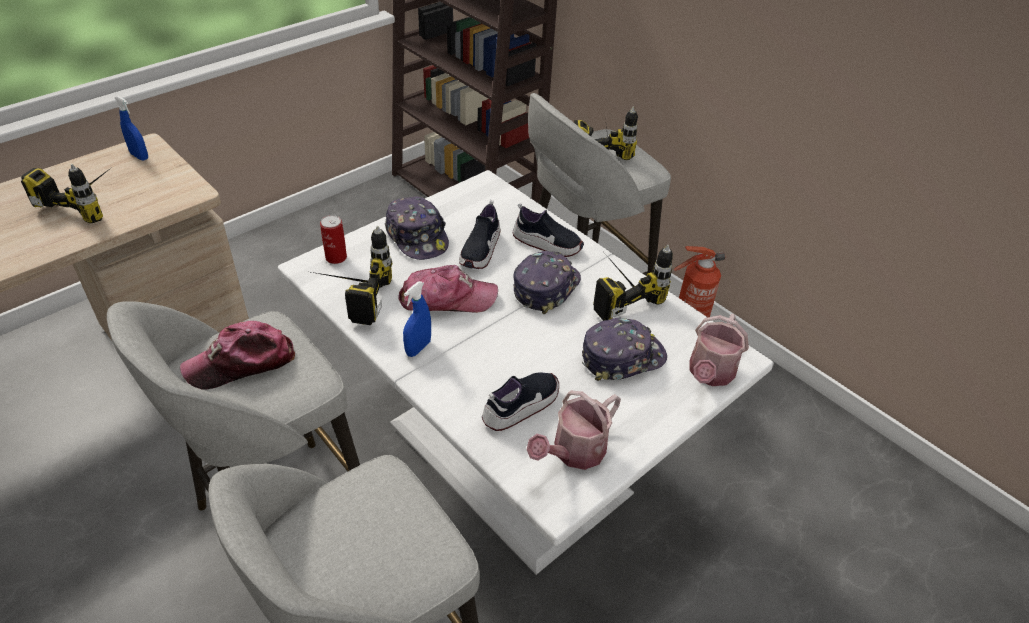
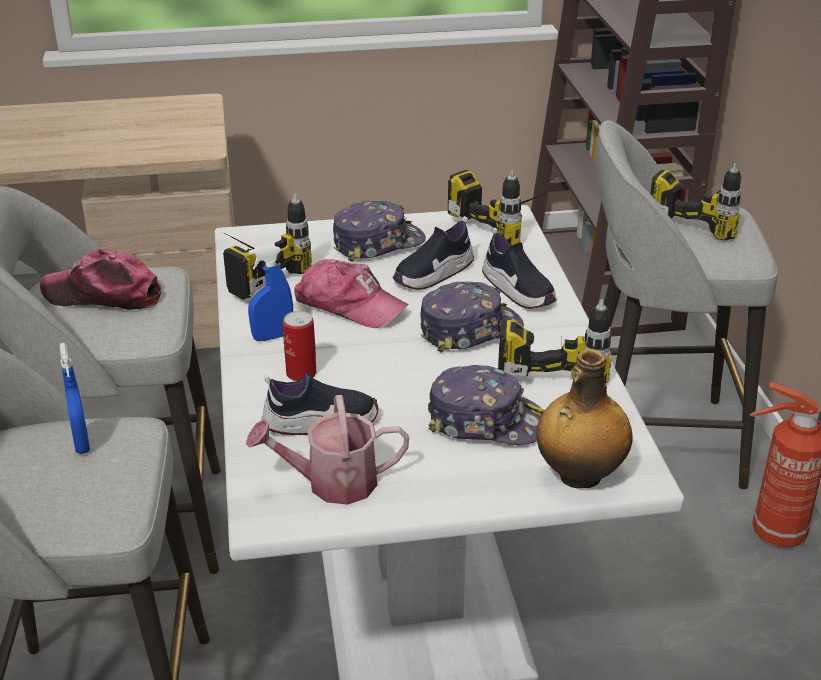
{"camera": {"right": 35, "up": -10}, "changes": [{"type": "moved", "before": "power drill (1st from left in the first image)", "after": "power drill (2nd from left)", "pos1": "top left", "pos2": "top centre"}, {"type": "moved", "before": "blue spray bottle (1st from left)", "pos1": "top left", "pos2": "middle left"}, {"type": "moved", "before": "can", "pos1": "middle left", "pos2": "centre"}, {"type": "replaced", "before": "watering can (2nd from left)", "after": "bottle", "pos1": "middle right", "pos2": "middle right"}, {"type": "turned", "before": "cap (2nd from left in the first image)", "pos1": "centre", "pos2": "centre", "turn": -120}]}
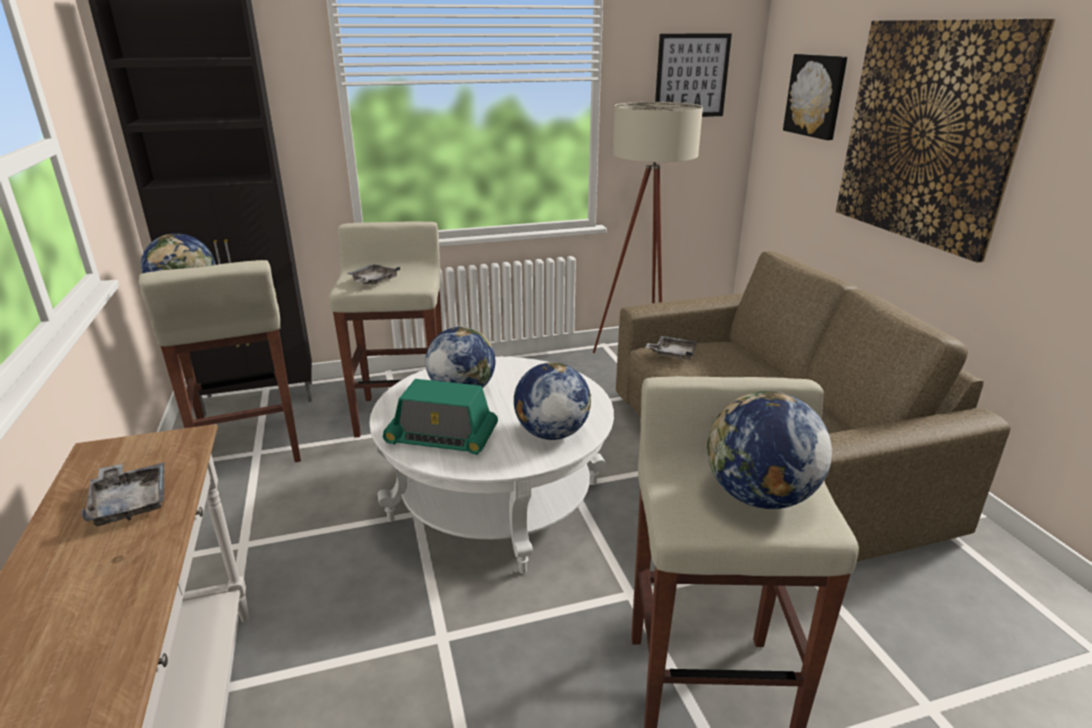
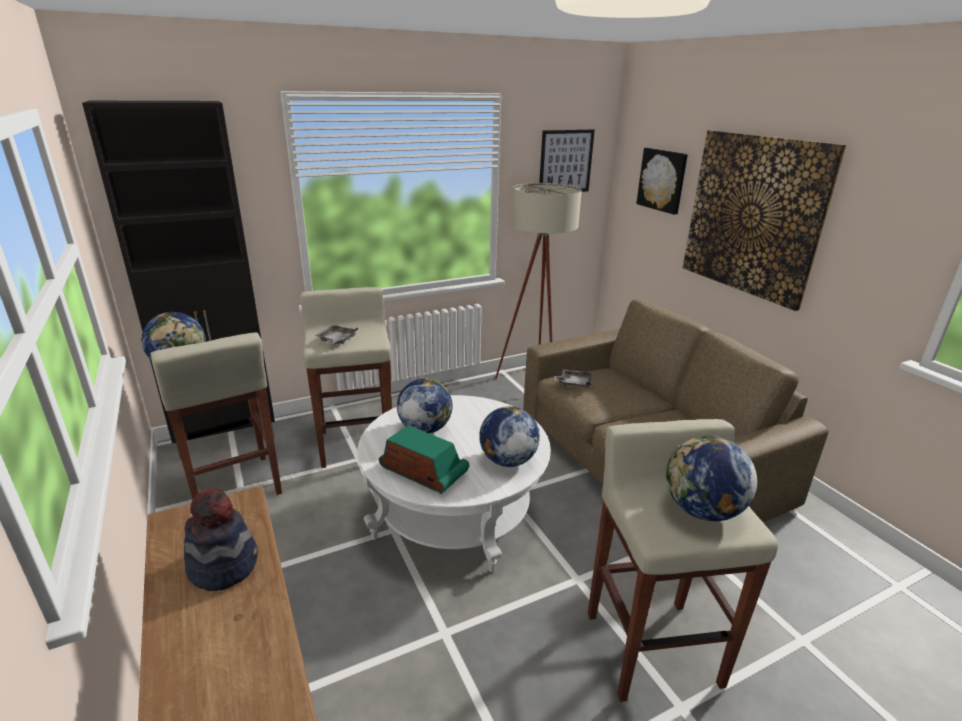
{"camera": {"right": -10, "up": 0}, "changes": [{"type": "replaced", "before": "grey tray (1st from left)", "after": "hat", "pos1": "bottom left", "pos2": "bottom left"}, {"type": "turned", "before": "radio", "pos1": "centre", "pos2": "centre", "turn": -150}]}
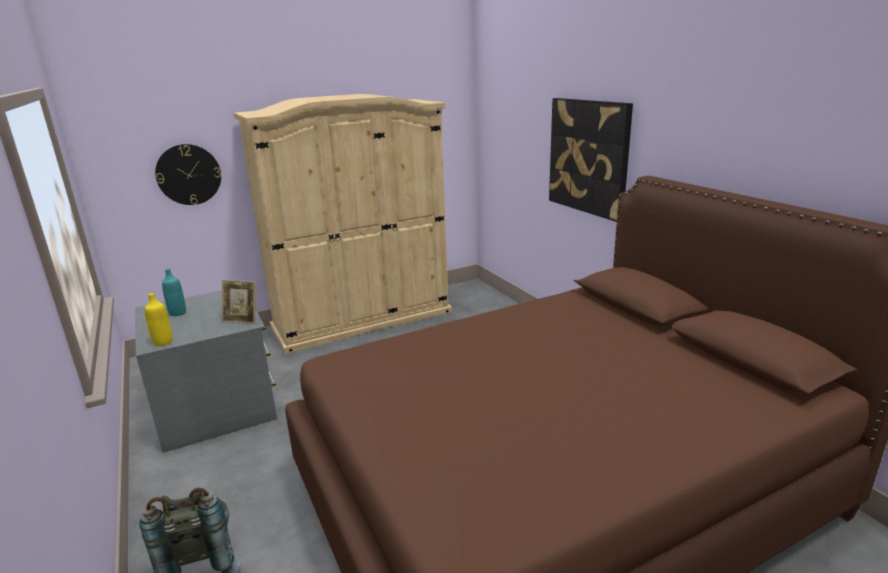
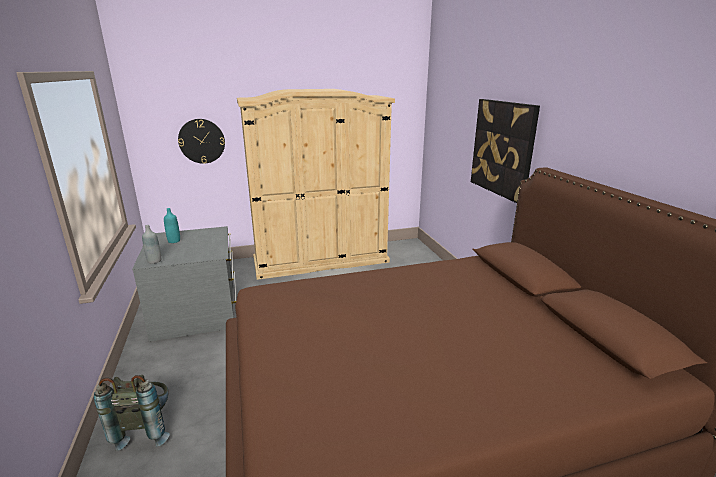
{"camera": {"right": 10, "up": 0}, "changes": [{"type": "removed", "before": "picture frame", "pos1": "middle left"}, {"type": "recoloured", "before": "yellow bottle", "after": "grey bottle", "pos1": "middle left", "pos2": "middle left"}]}
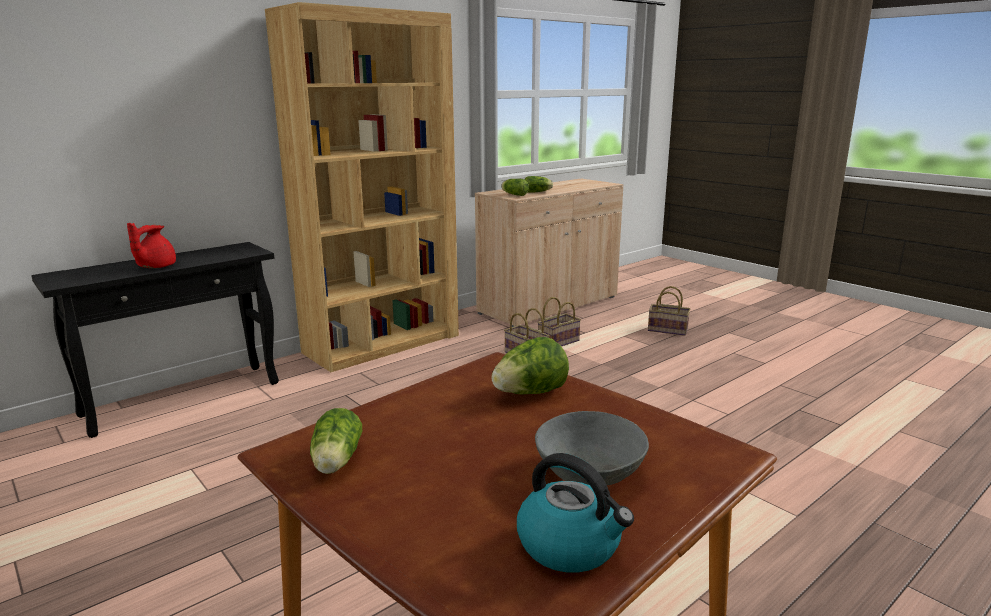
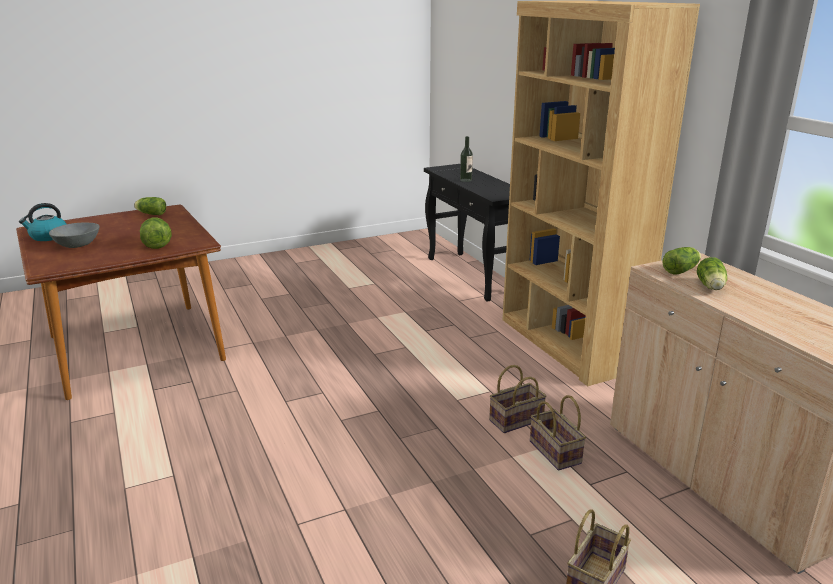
{"camera": {"right": 105, "up": 5}, "changes": [{"type": "replaced", "before": "red teapot", "after": "bottle", "pos1": "middle left", "pos2": "top centre"}]}
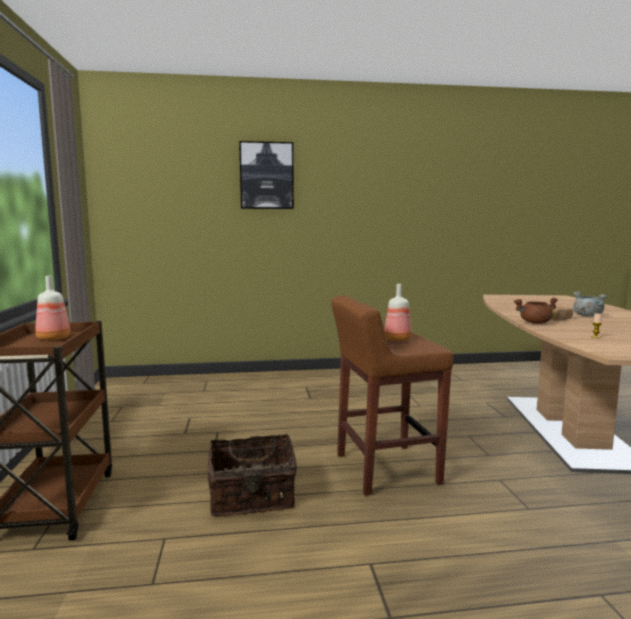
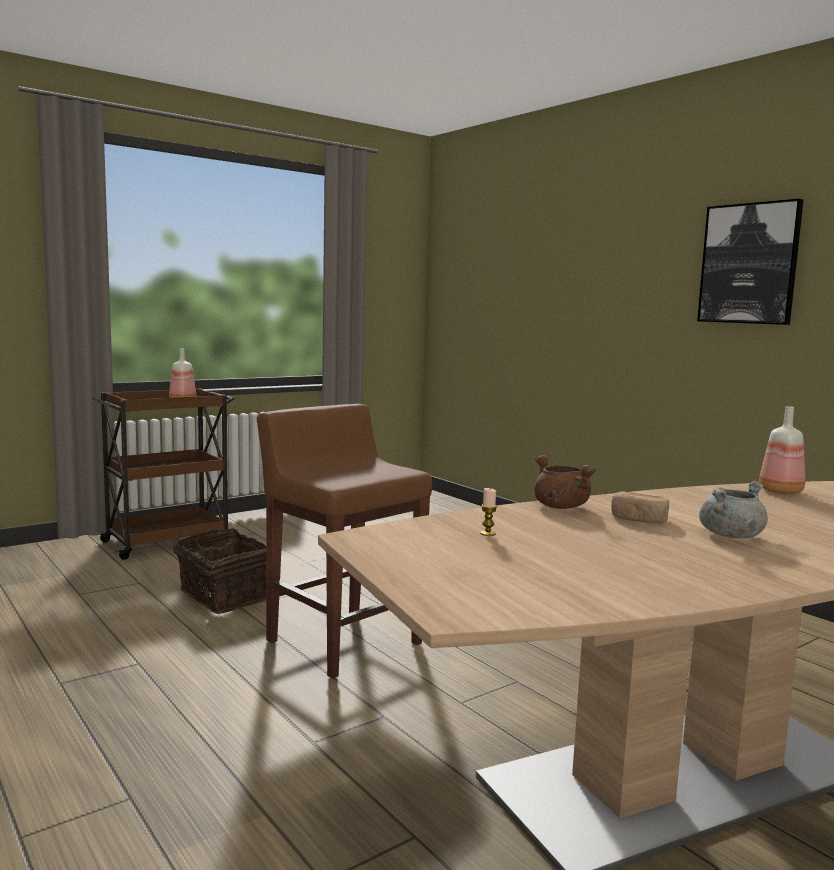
{"camera": {"right": 60, "up": 0}, "changes": [{"type": "moved", "before": "picture", "pos1": "top centre", "pos2": "top right"}, {"type": "moved", "before": "bottle (2nd from left)", "pos1": "centre", "pos2": "middle right"}]}
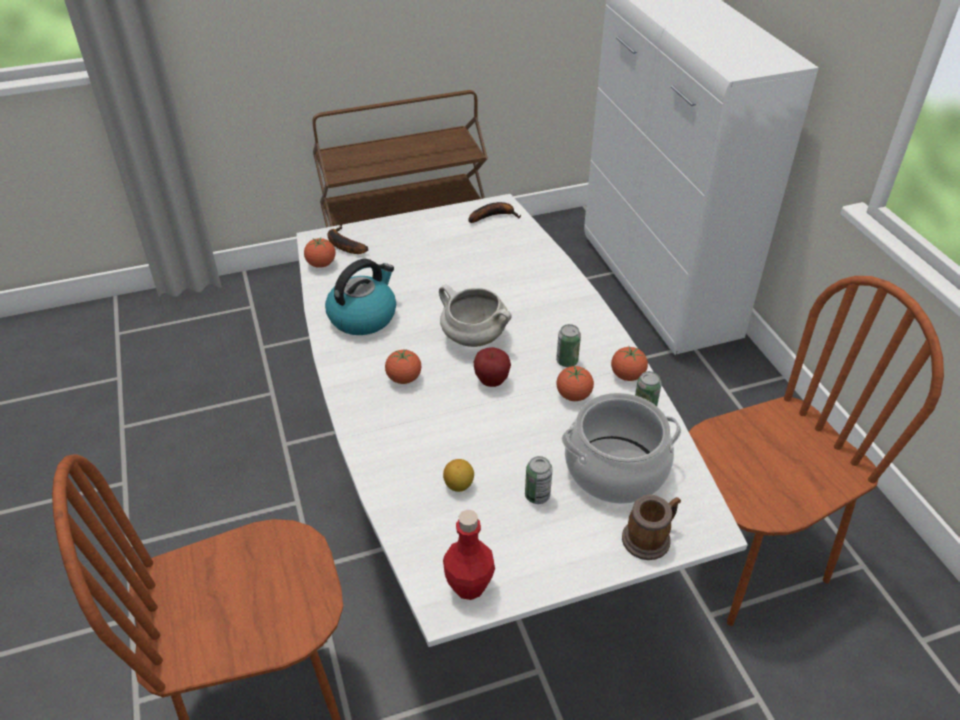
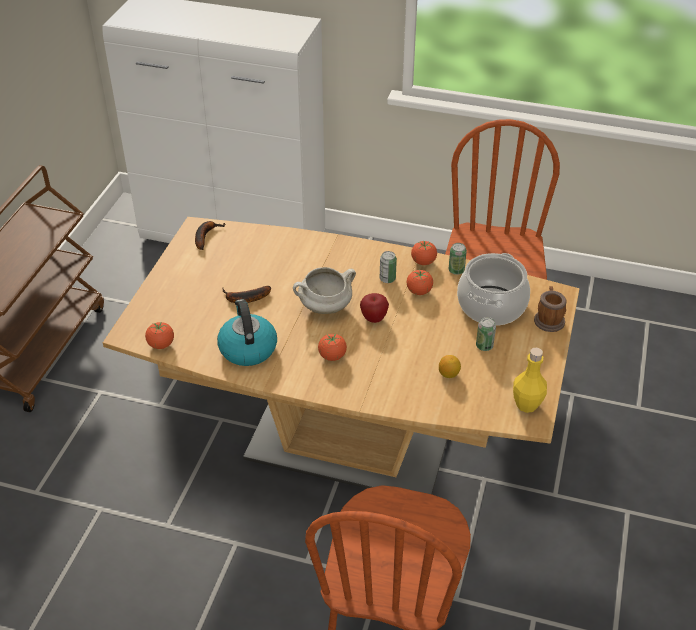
{"camera": {"right": -55, "up": 0}, "changes": [{"type": "moved", "before": "banana (1st from left in the first image)", "after": "banana (2nd from left)", "pos1": "top centre", "pos2": "centre"}, {"type": "recoloured", "before": "white dining table", "after": "brown dining table", "pos1": "centre", "pos2": "centre"}, {"type": "recoloured", "before": "red bottle", "after": "yellow bottle", "pos1": "bottom centre", "pos2": "middle right"}]}
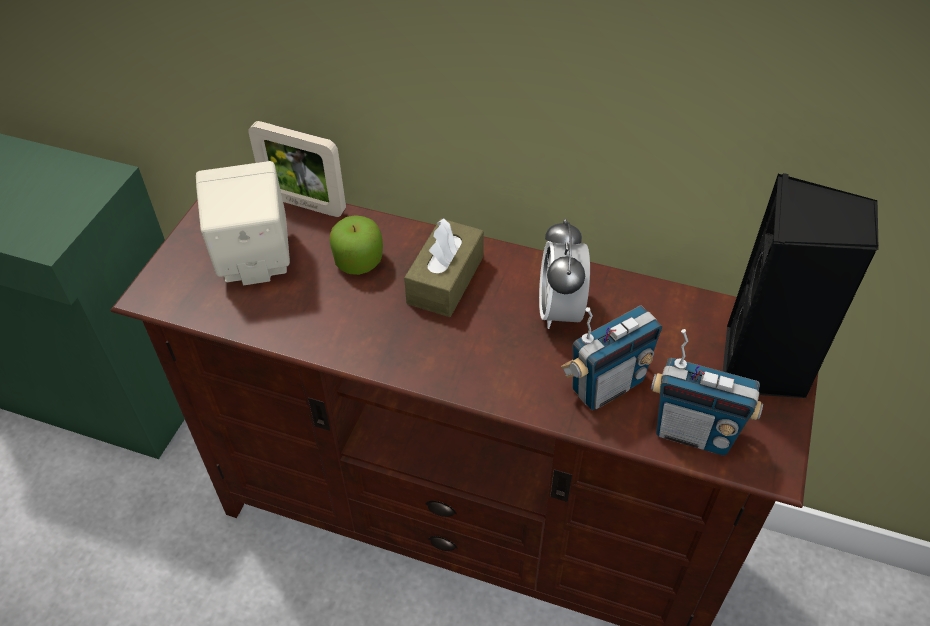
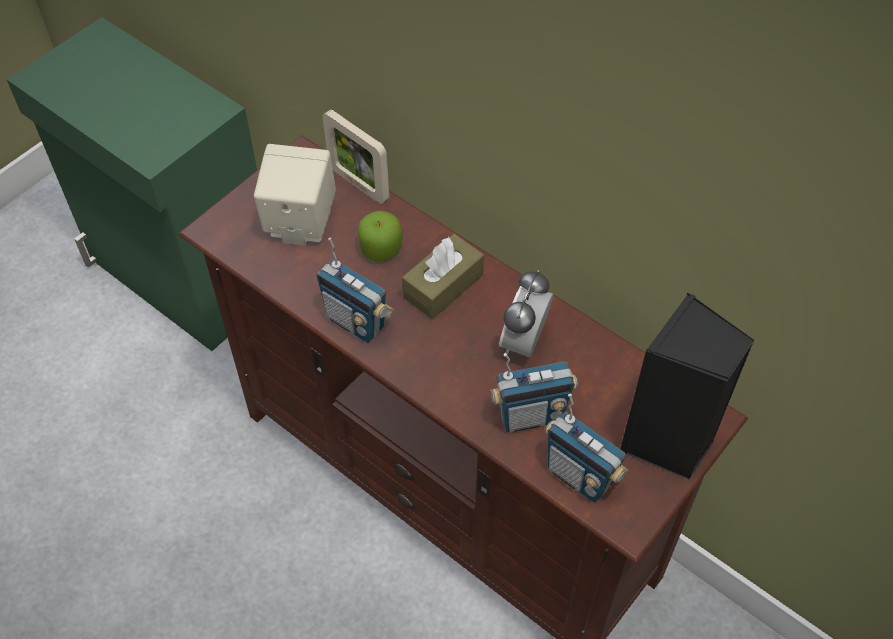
{"camera": {"right": 20, "up": 5}, "changes": [{"type": "added", "after": "radio (1st from left)", "pos2": "centre"}]}
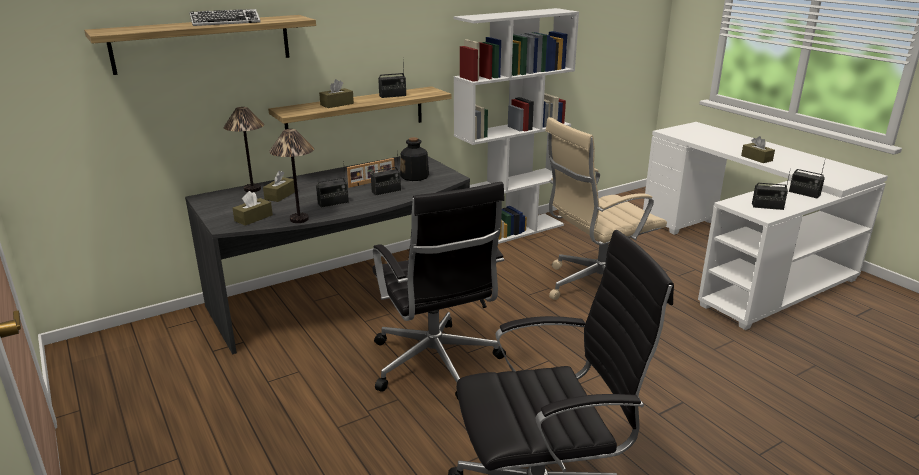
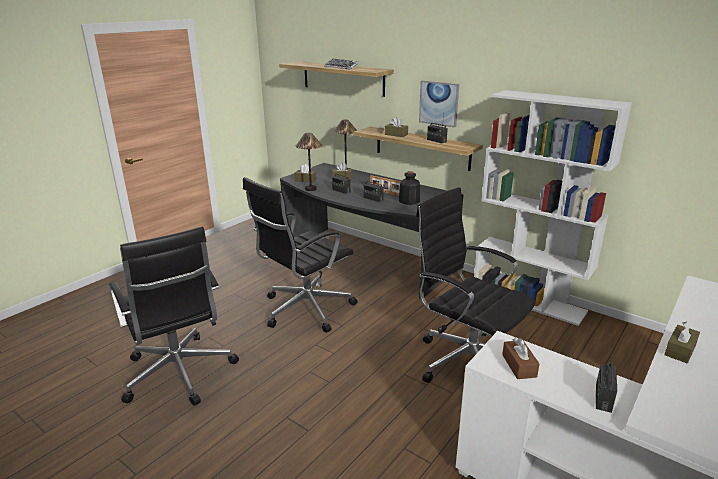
{"camera": {"right": 70, "up": 0}, "changes": [{"type": "added", "after": "picture", "pos2": "top centre"}, {"type": "replaced", "before": "radio (4th from left)", "after": "brown tissue box (4th from left)", "pos1": "middle right", "pos2": "bottom right"}, {"type": "recoloured", "before": "beige office chair", "after": "black office chair (3rd from left)", "pos1": "centre", "pos2": "centre"}]}
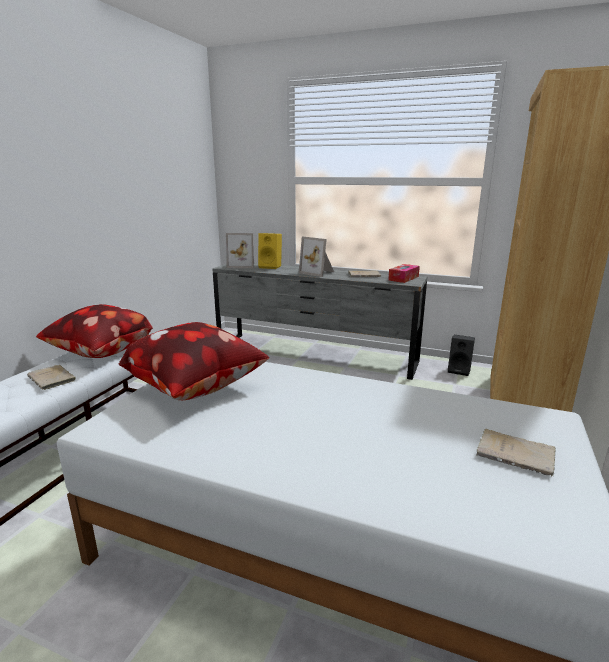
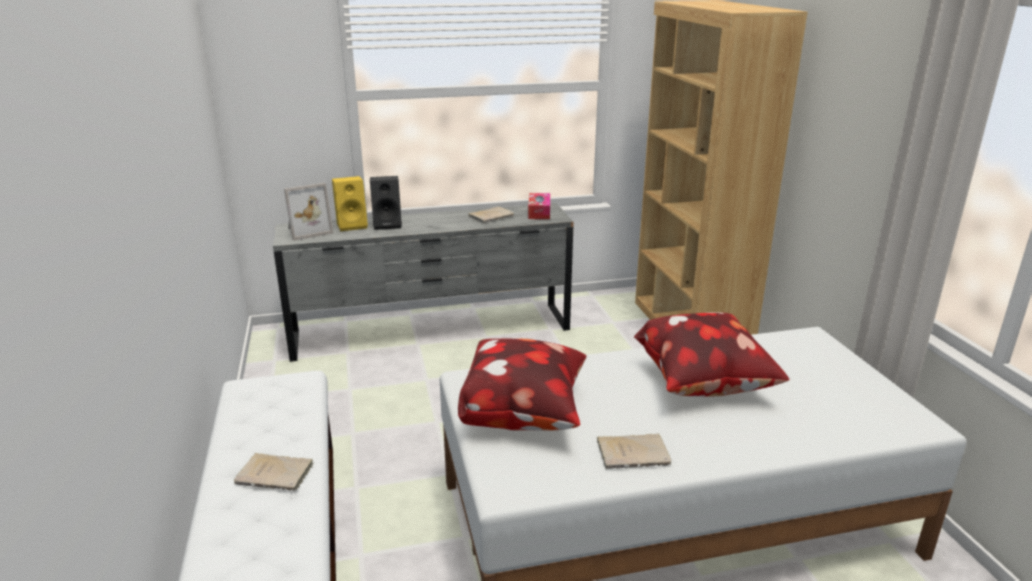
{"camera": {"right": -35, "up": 5}, "changes": [{"type": "removed", "before": "picture frame (2nd from left)", "pos1": "centre"}, {"type": "moved", "before": "pillow (1st from left in the first image)", "after": "pillow (2nd from left)", "pos1": "middle left", "pos2": "middle right"}, {"type": "moved", "before": "black speaker", "pos1": "middle right", "pos2": "centre"}, {"type": "moved", "before": "beige book (3rd from left)", "pos1": "bottom right", "pos2": "bottom centre"}]}
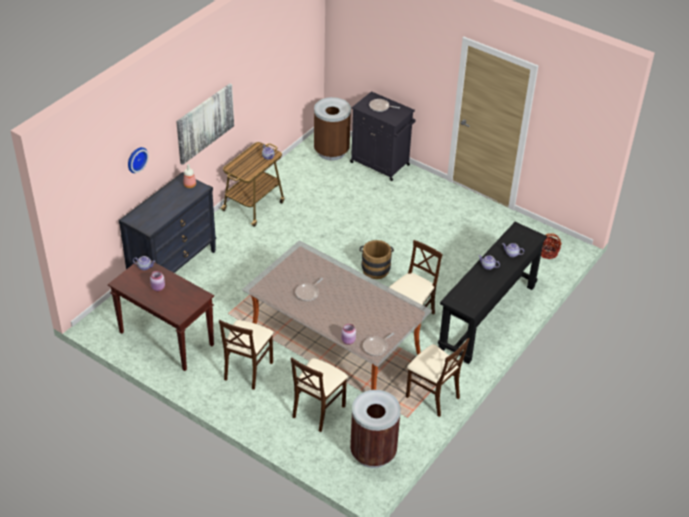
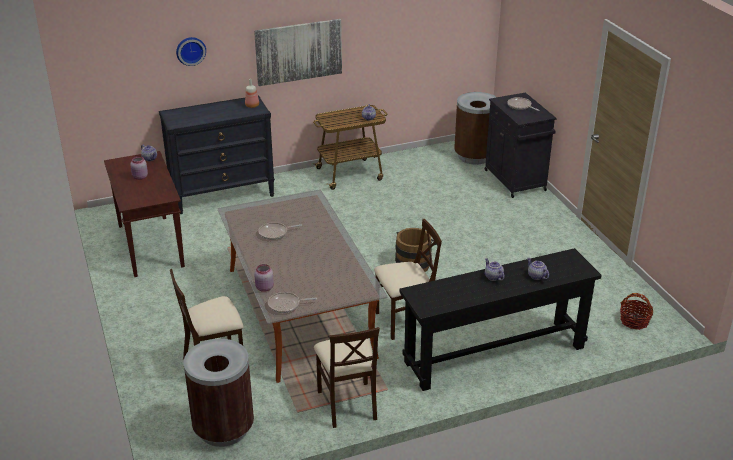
{"camera": {"right": 35, "up": -10}, "changes": [{"type": "removed", "before": "beige chair (1st from left)", "pos1": "bottom centre"}]}
